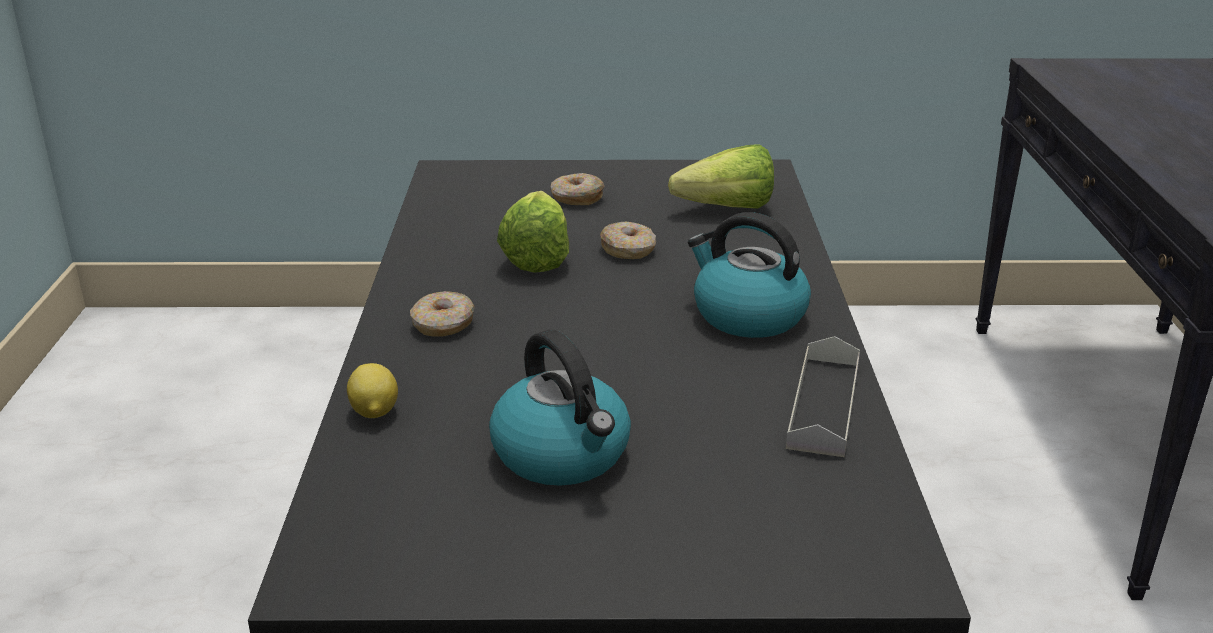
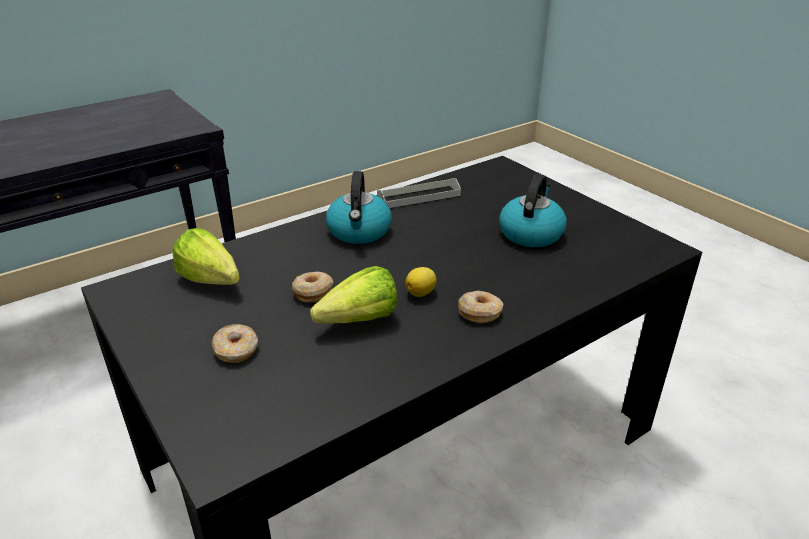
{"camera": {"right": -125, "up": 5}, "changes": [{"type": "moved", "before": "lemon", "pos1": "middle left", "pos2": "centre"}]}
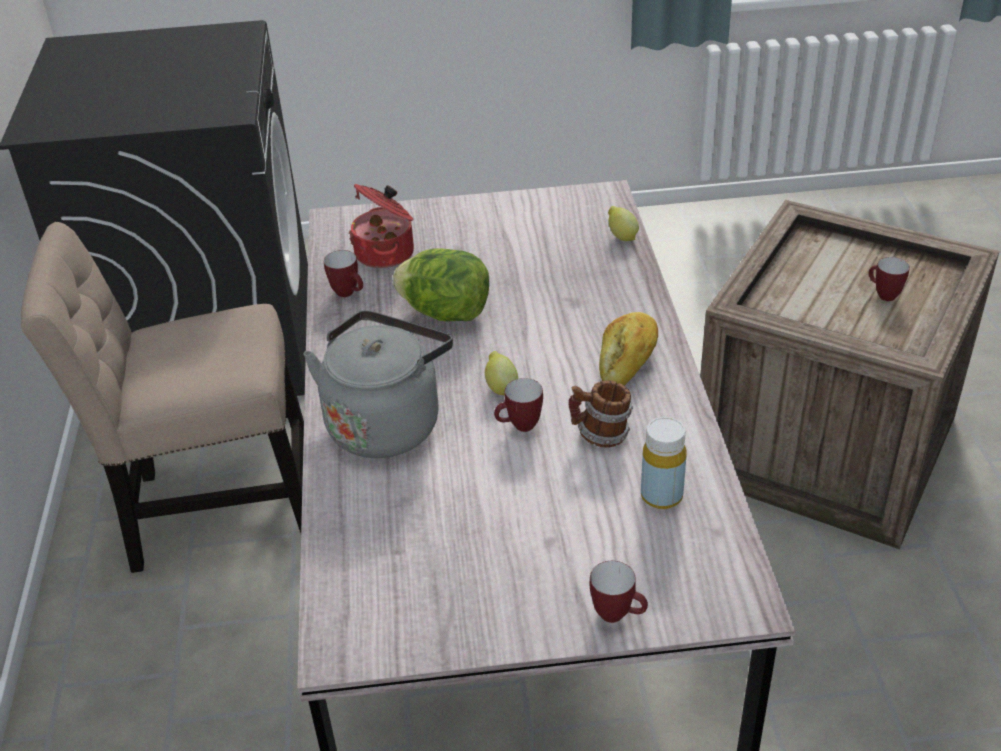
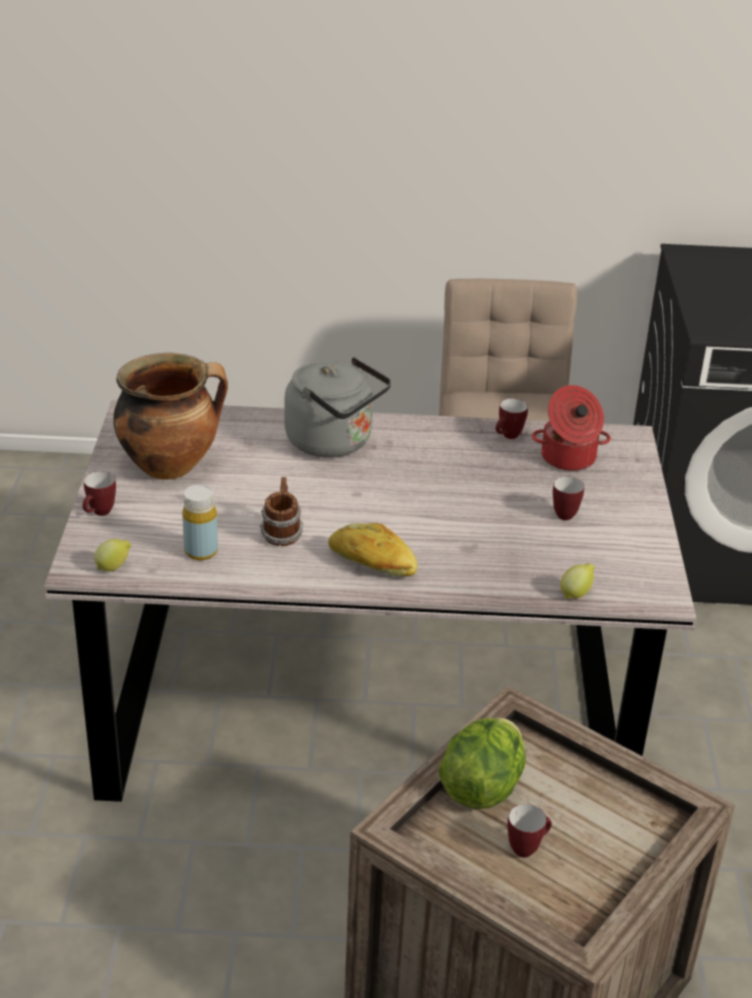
{"camera": {"right": 95, "up": -5}, "changes": [{"type": "added", "after": "cooking pot (1st from left)", "pos2": "middle left"}, {"type": "moved", "before": "lettuce", "pos1": "centre", "pos2": "bottom centre"}, {"type": "moved", "before": "lemon (1st from left)", "pos1": "centre", "pos2": "middle left"}, {"type": "moved", "before": "mug (2nd from left in the first image)", "after": "mug (5th from left)", "pos1": "centre", "pos2": "middle right"}]}
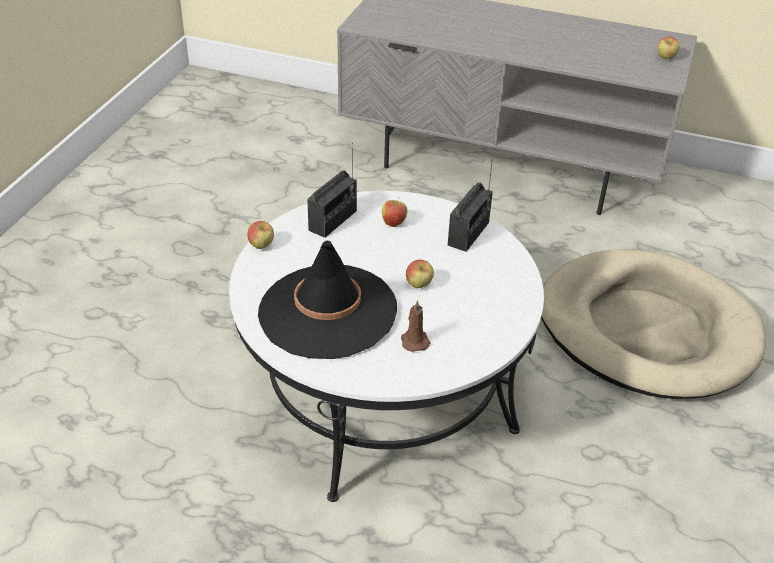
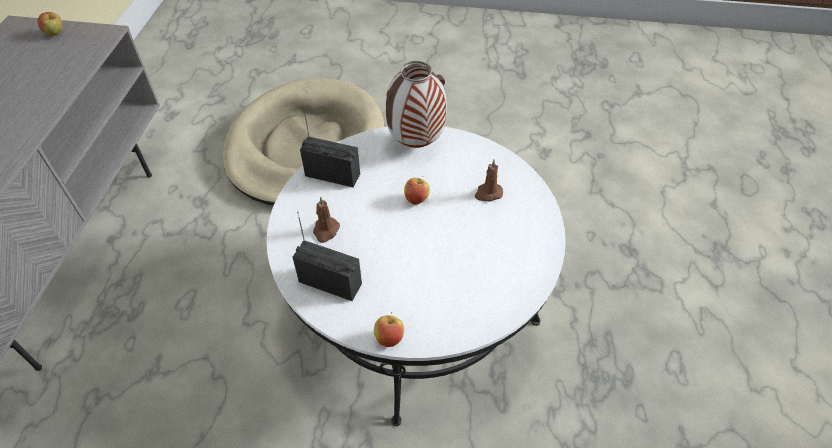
{"camera": {"right": -100, "up": 10}, "changes": [{"type": "removed", "before": "black hat", "pos1": "centre"}, {"type": "added", "after": "vase", "pos2": "top centre"}, {"type": "replaced", "before": "apple (2nd from left)", "after": "brown candle (1st from left)", "pos1": "centre", "pos2": "centre"}]}
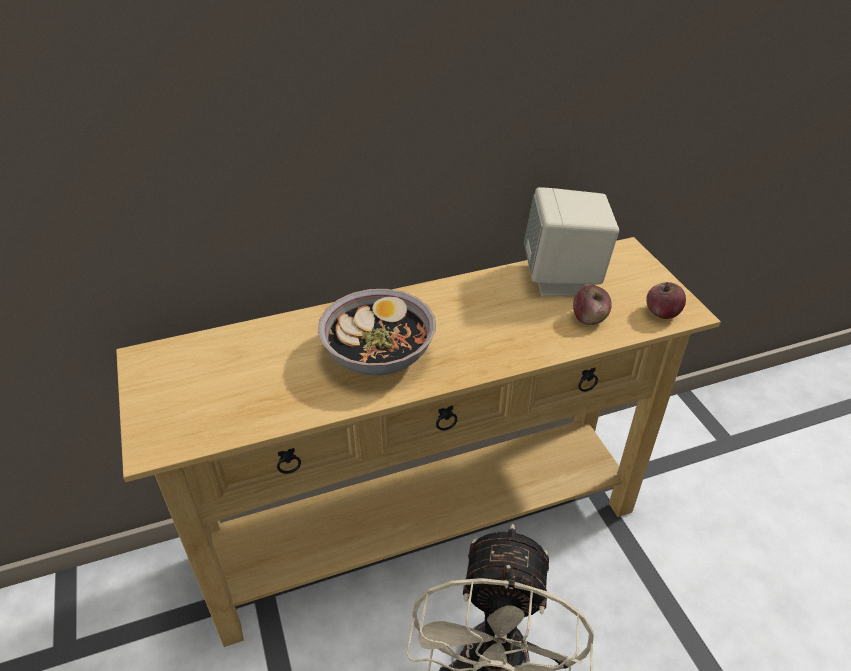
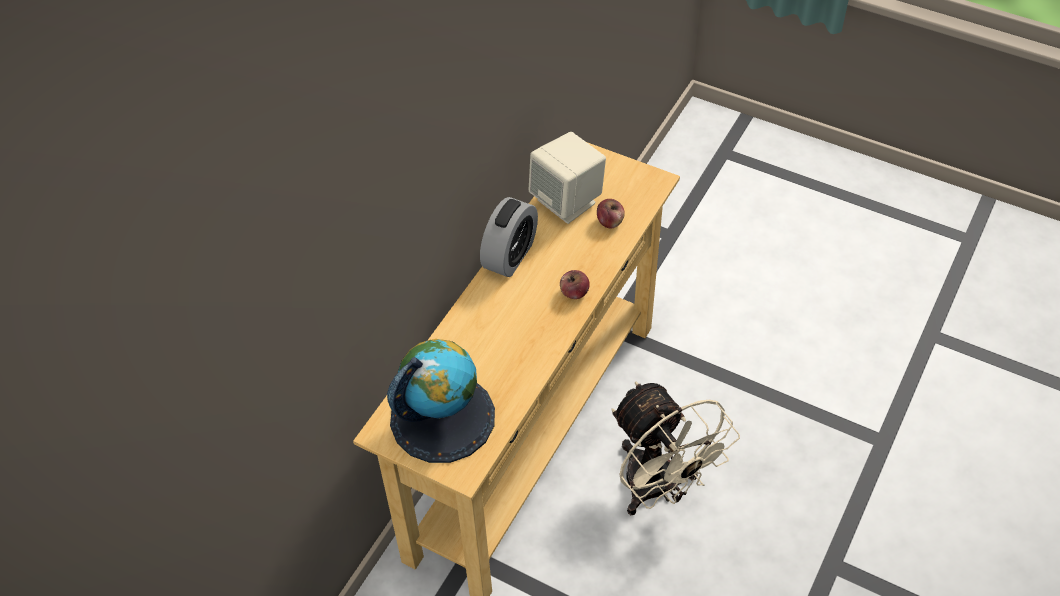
{"camera": {"right": -40, "up": 10}, "changes": [{"type": "removed", "before": "bowl", "pos1": "centre"}, {"type": "added", "after": "globe", "pos2": "bottom centre"}, {"type": "added", "after": "alarm clock", "pos2": "centre"}, {"type": "moved", "before": "apple (2nd from left in the first image)", "after": "apple (1st from left)", "pos1": "middle right", "pos2": "centre"}]}
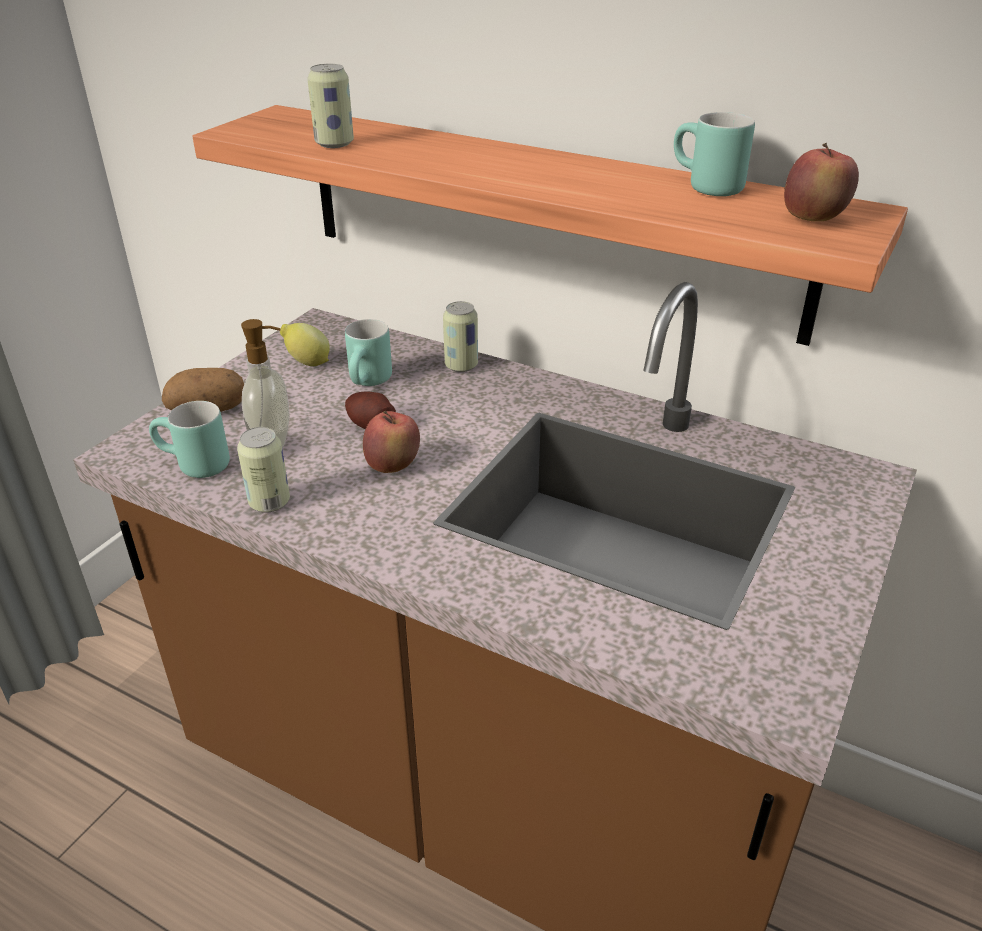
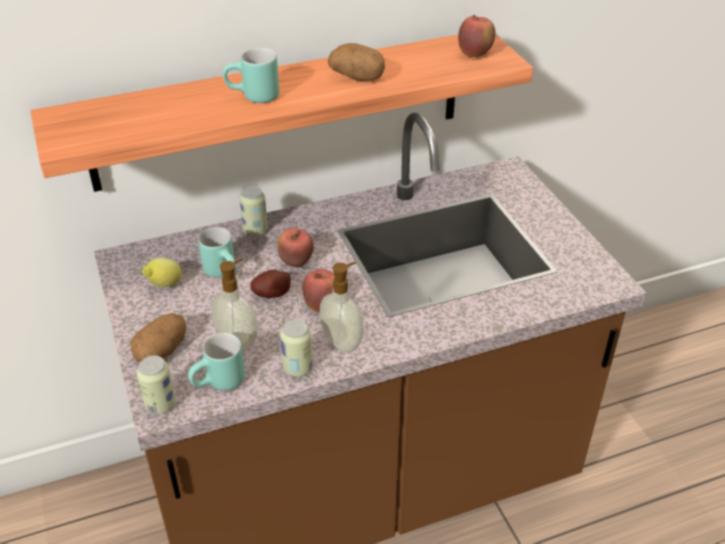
{"camera": {"right": -50, "up": 5}, "changes": [{"type": "added", "after": "apple (1st from left)", "pos2": "centre"}, {"type": "added", "after": "soap dispenser (2nd from left)", "pos2": "centre"}, {"type": "added", "after": "potato (3rd from left)", "pos2": "top centre"}, {"type": "moved", "before": "can (2nd from left in the first image)", "after": "can (1st from left)", "pos1": "top centre", "pos2": "bottom left"}, {"type": "moved", "before": "turquoise mug (3rd from left)", "pos1": "top right", "pos2": "top centre"}]}
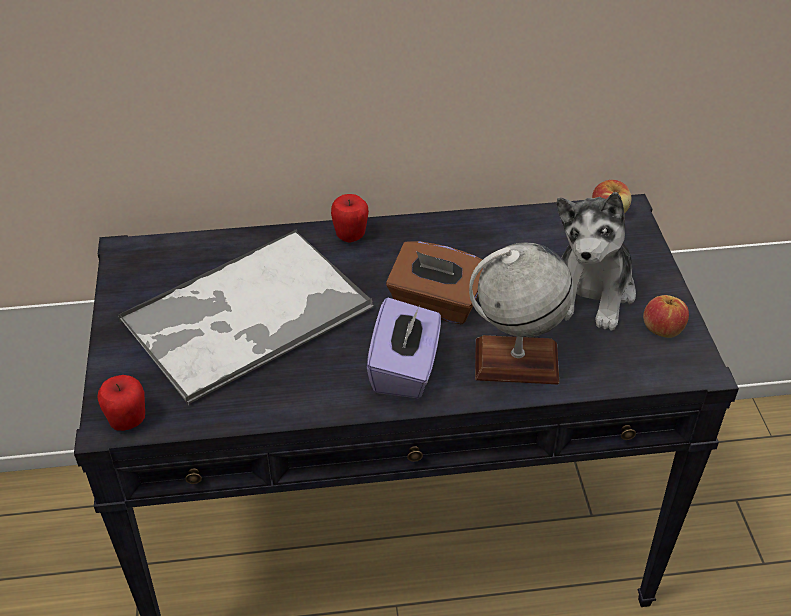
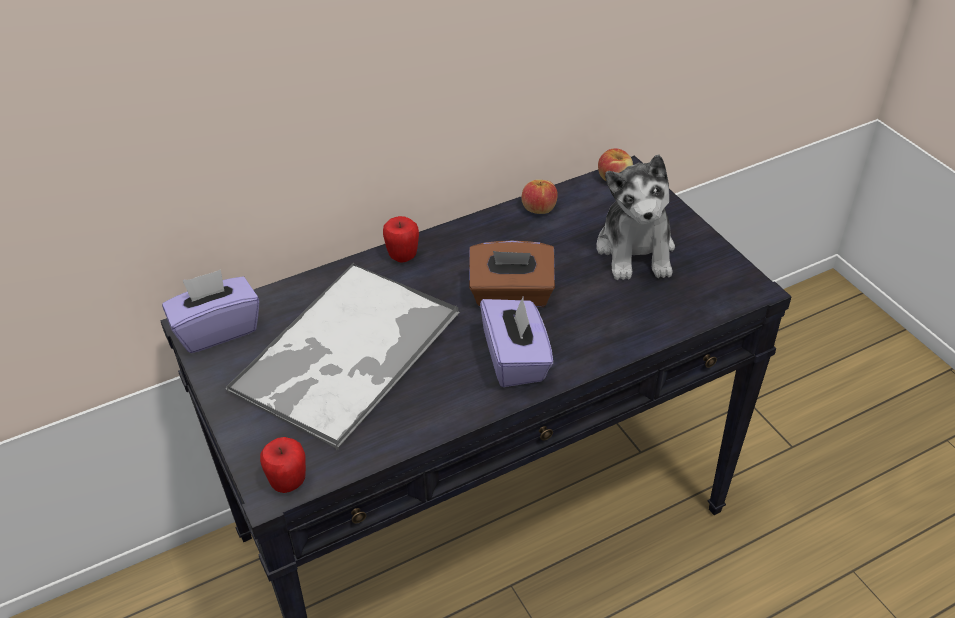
{"camera": {"right": -20, "up": 0}, "changes": [{"type": "removed", "before": "globe", "pos1": "centre"}, {"type": "added", "after": "purple tissue box (1st from left)", "pos2": "middle left"}, {"type": "moved", "before": "apple (4th from left in the first image)", "after": "apple (3rd from left)", "pos1": "middle right", "pos2": "top centre"}]}
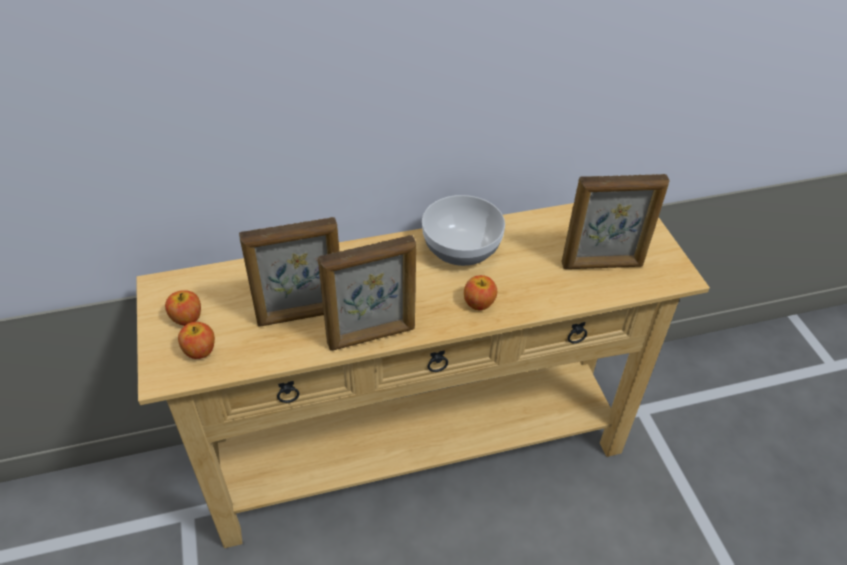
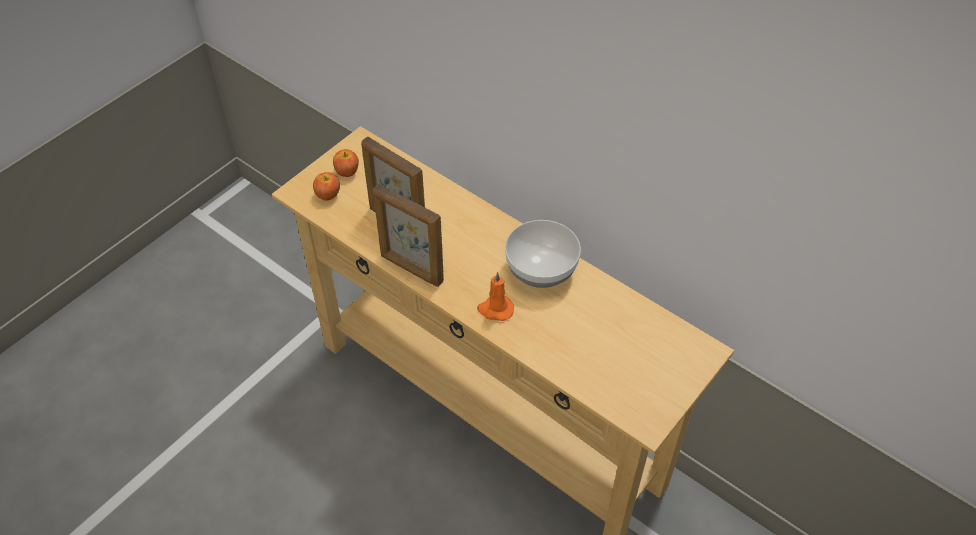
{"camera": {"right": 55, "up": 5}, "changes": [{"type": "removed", "before": "picture frame (3rd from left)", "pos1": "middle right"}, {"type": "replaced", "before": "apple (3rd from left)", "after": "orange candle", "pos1": "centre", "pos2": "centre"}]}
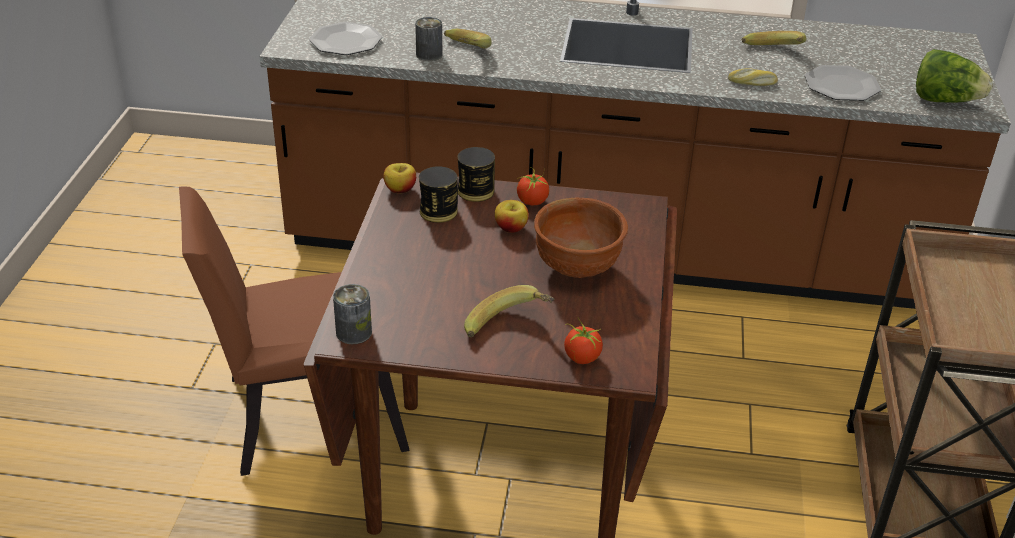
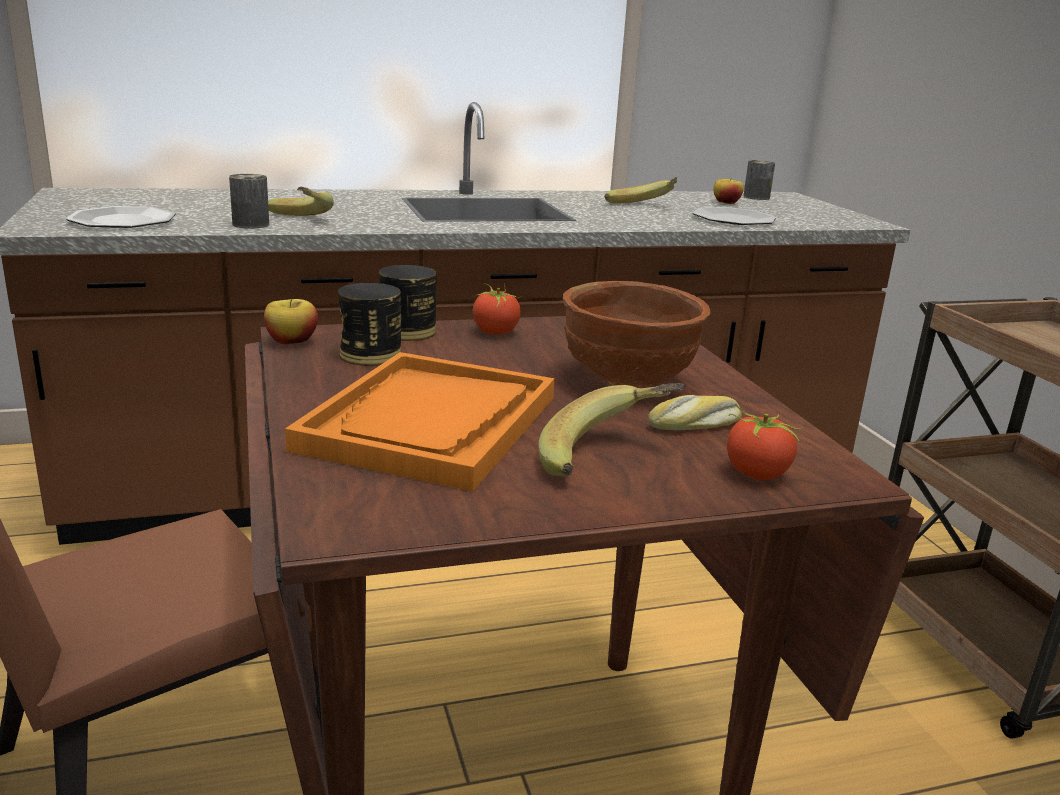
{"camera": {"right": -25, "up": -15}, "changes": [{"type": "removed", "before": "lettuce", "pos1": "top right"}, {"type": "added", "after": "orange tray", "pos2": "centre"}, {"type": "moved", "before": "can (1st from left in the first image)", "after": "can (4th from left)", "pos1": "centre", "pos2": "top right"}, {"type": "moved", "before": "apple (2nd from left)", "pos1": "centre", "pos2": "top right"}, {"type": "moved", "before": "bread", "pos1": "top right", "pos2": "centre"}]}
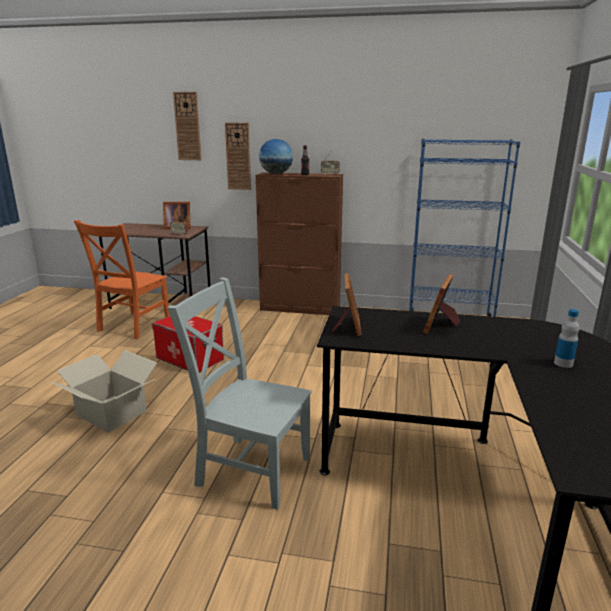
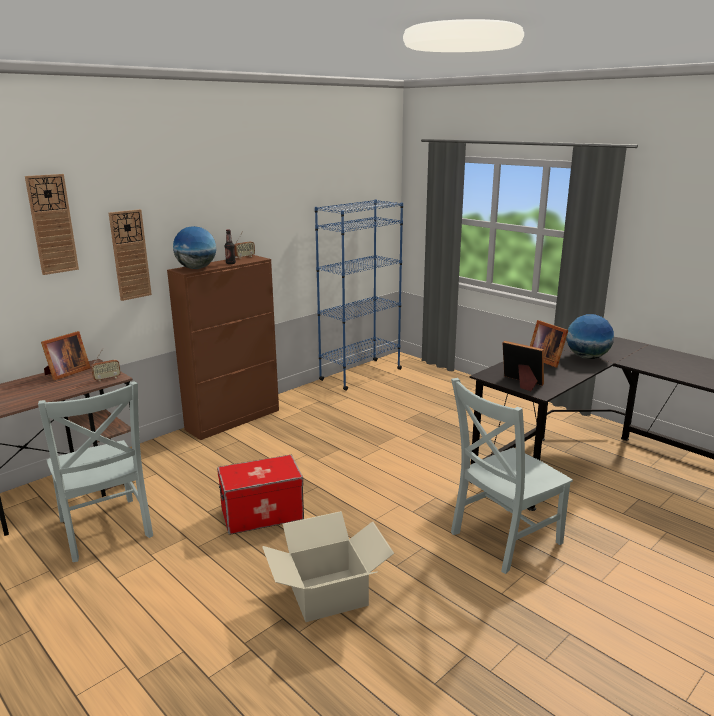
{"camera": {"right": -55, "up": 0}, "changes": [{"type": "removed", "before": "bottle (2nd from left)", "pos1": "middle right"}, {"type": "added", "after": "globe (2nd from left)", "pos2": "middle right"}, {"type": "recoloured", "before": "orange chair", "after": "grey chair (1st from left)", "pos1": "middle left", "pos2": "middle left"}]}
